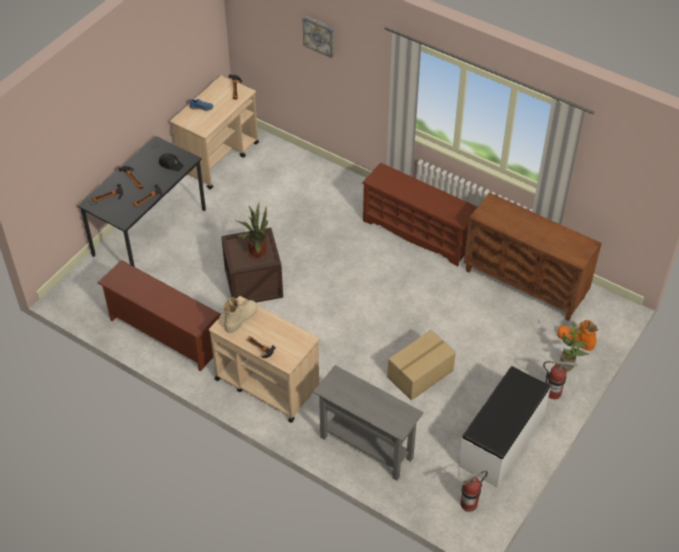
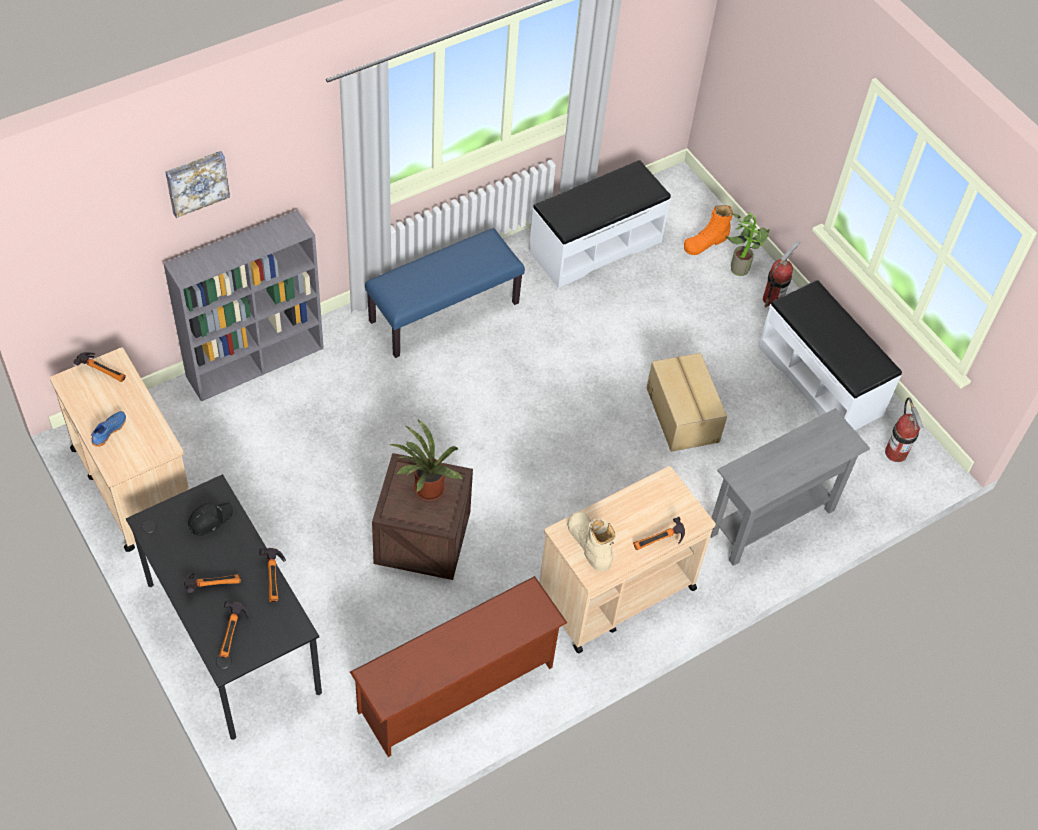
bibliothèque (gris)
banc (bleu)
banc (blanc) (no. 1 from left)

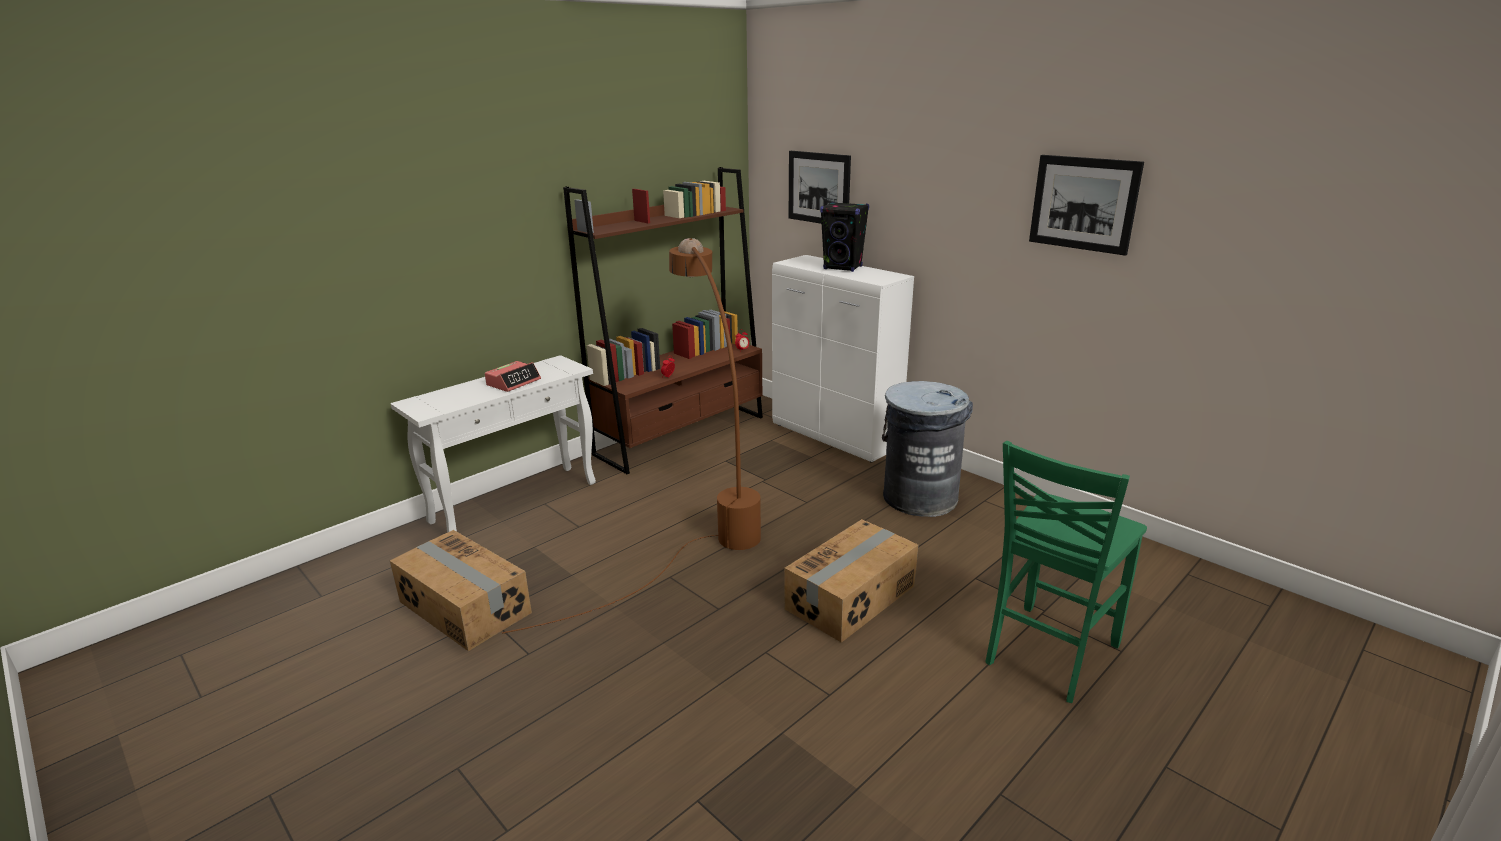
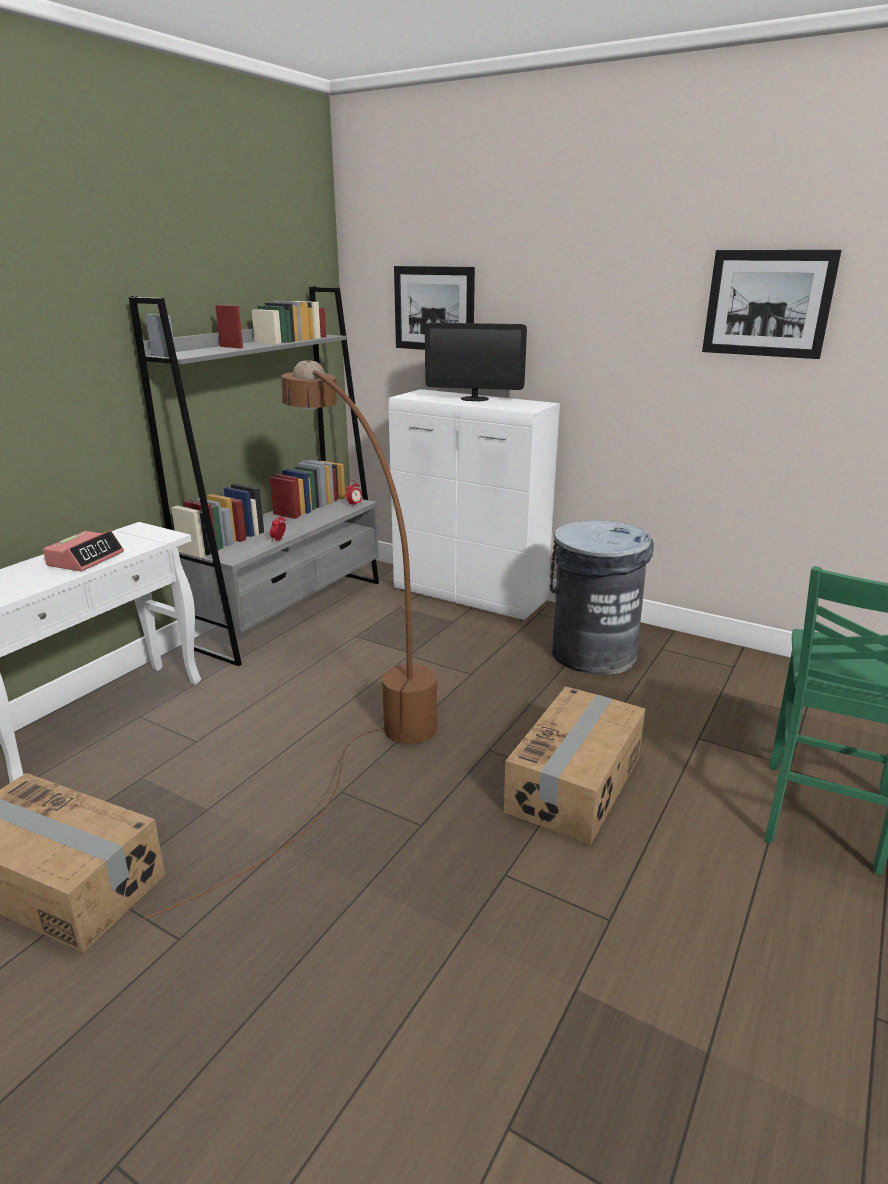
bibliothèque (gris)
écran d'ordinateur

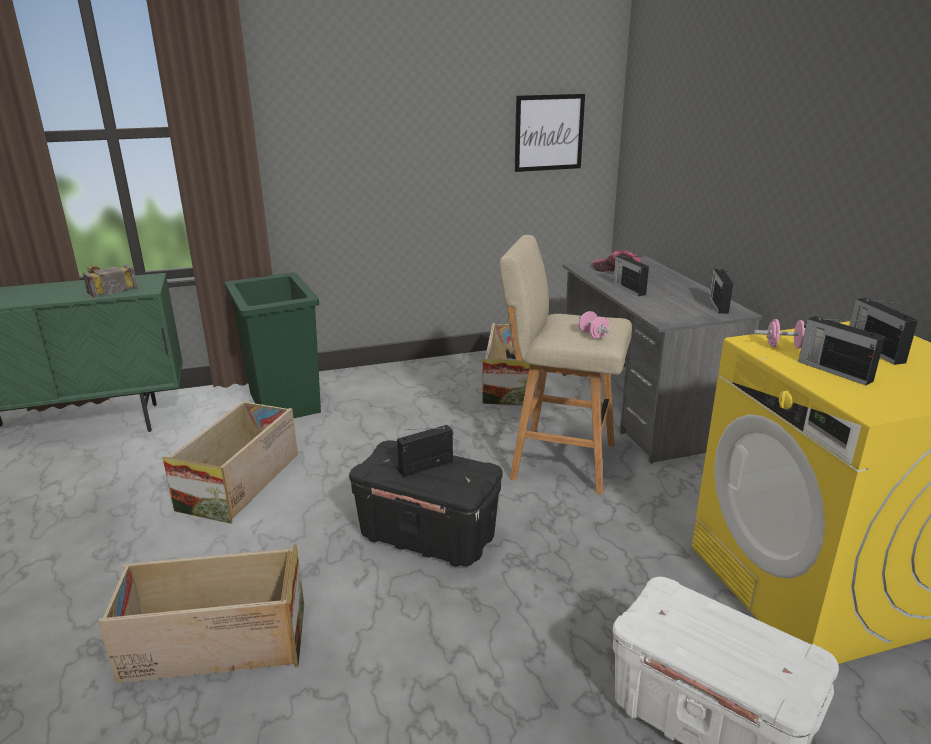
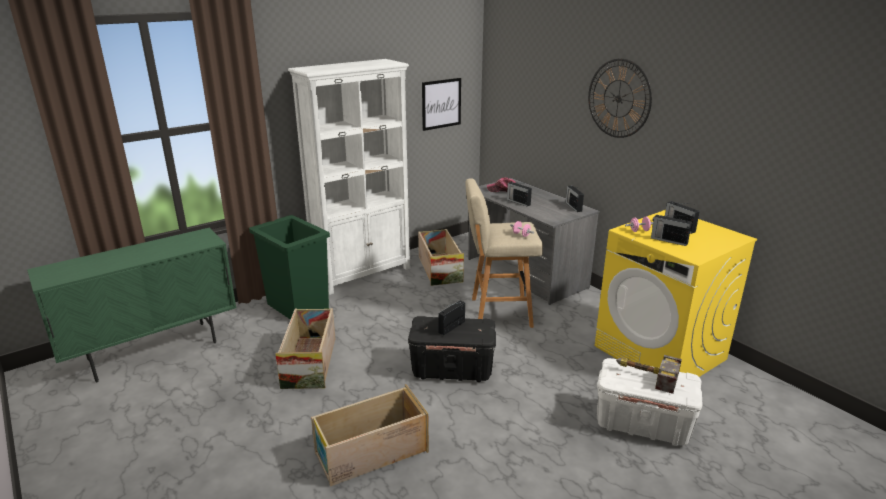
bibliothèque (blanc)
horloge murale
marteau

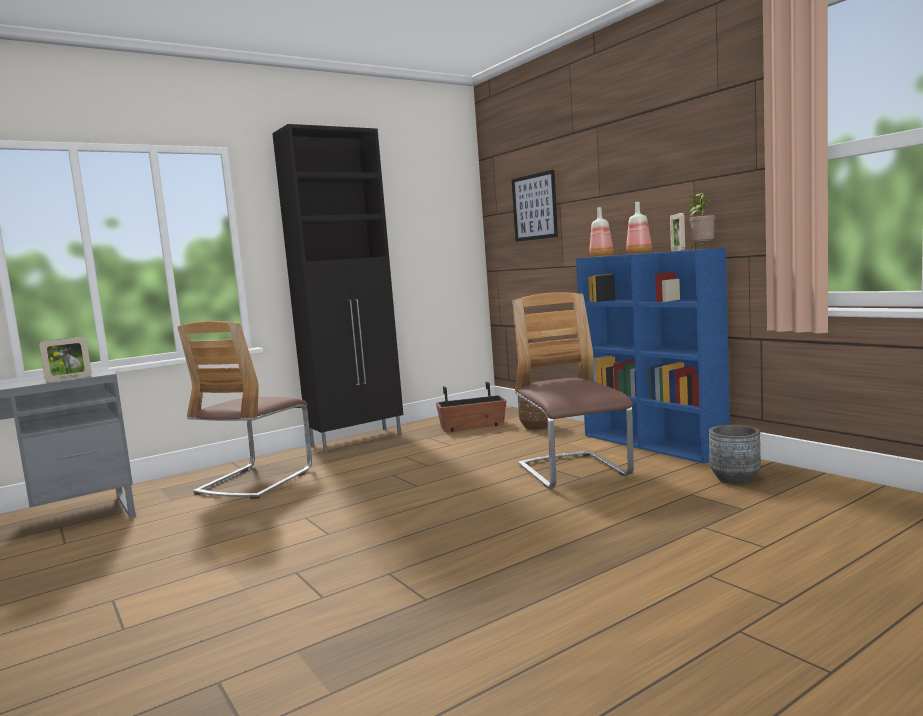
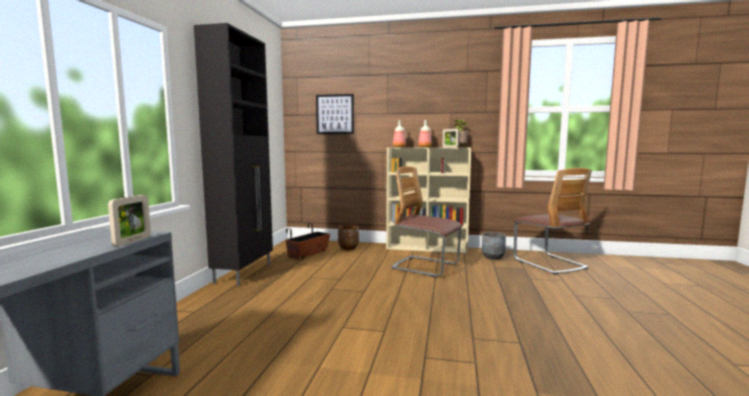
bibliothèque (beige)
chaise (no. 2 from left)

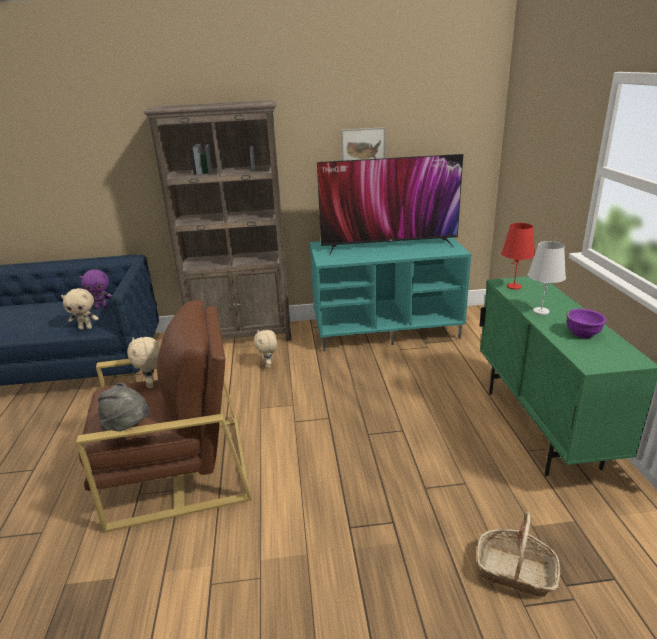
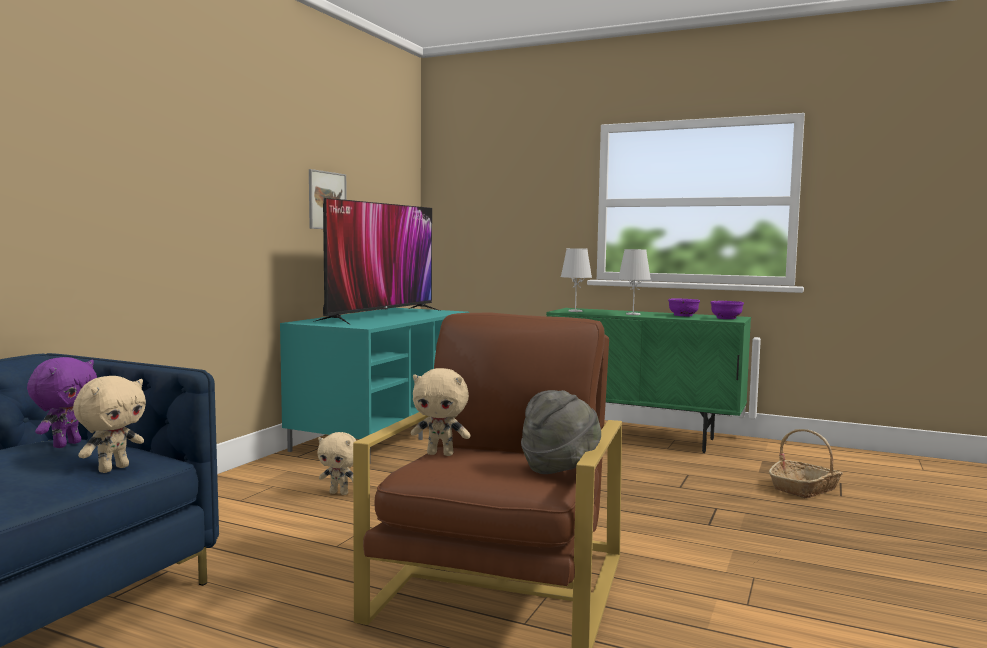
lampe de table (blanc) (no. 1 from left)
bol (violet) (no. 2 from left)
bibliothèque (marron)

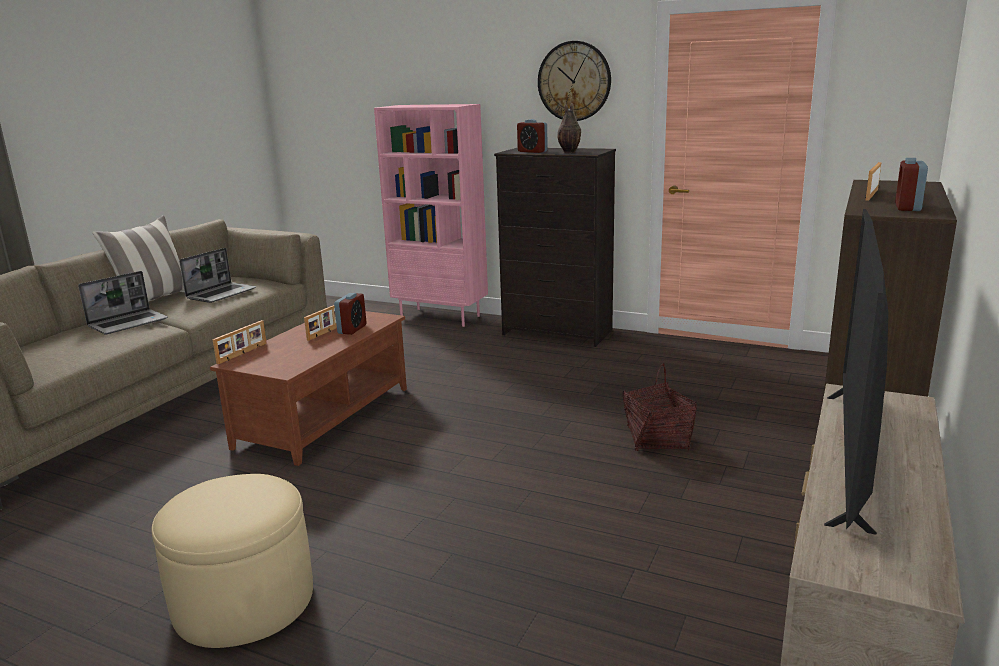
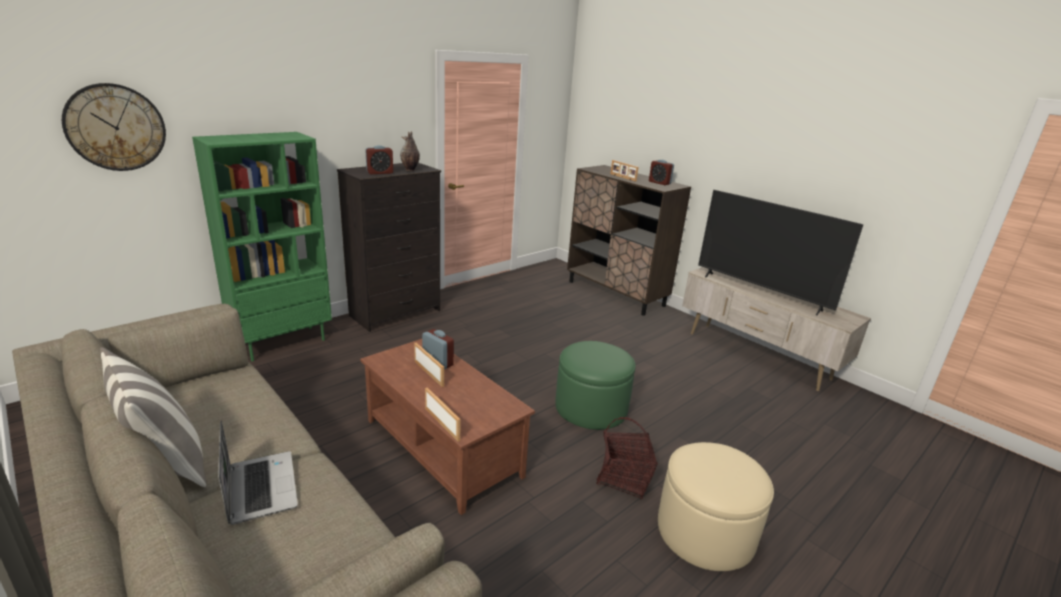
horloge murale
bibliothèque (vert)
pouf (vert)
panier
ordinateur portable (no. 2 from left in the first image)

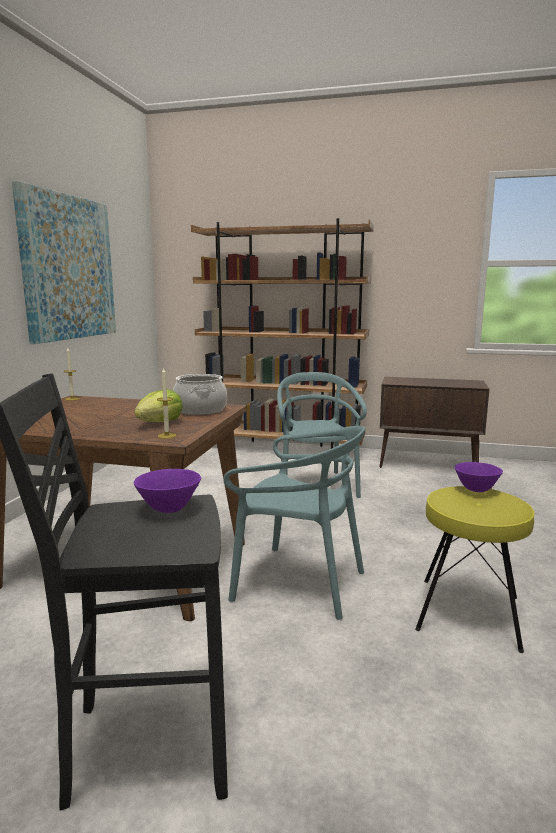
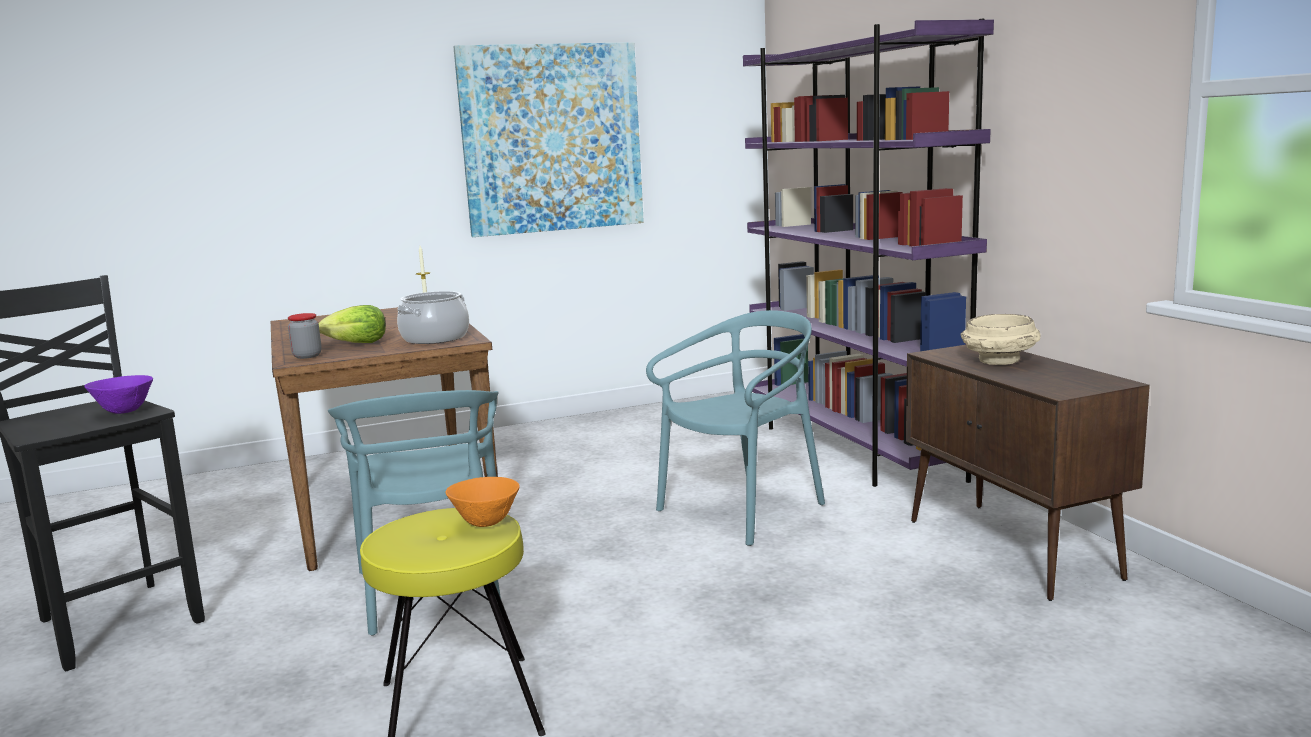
bocal
bol (orange)
bibliothèque (violet)
bol (beige)

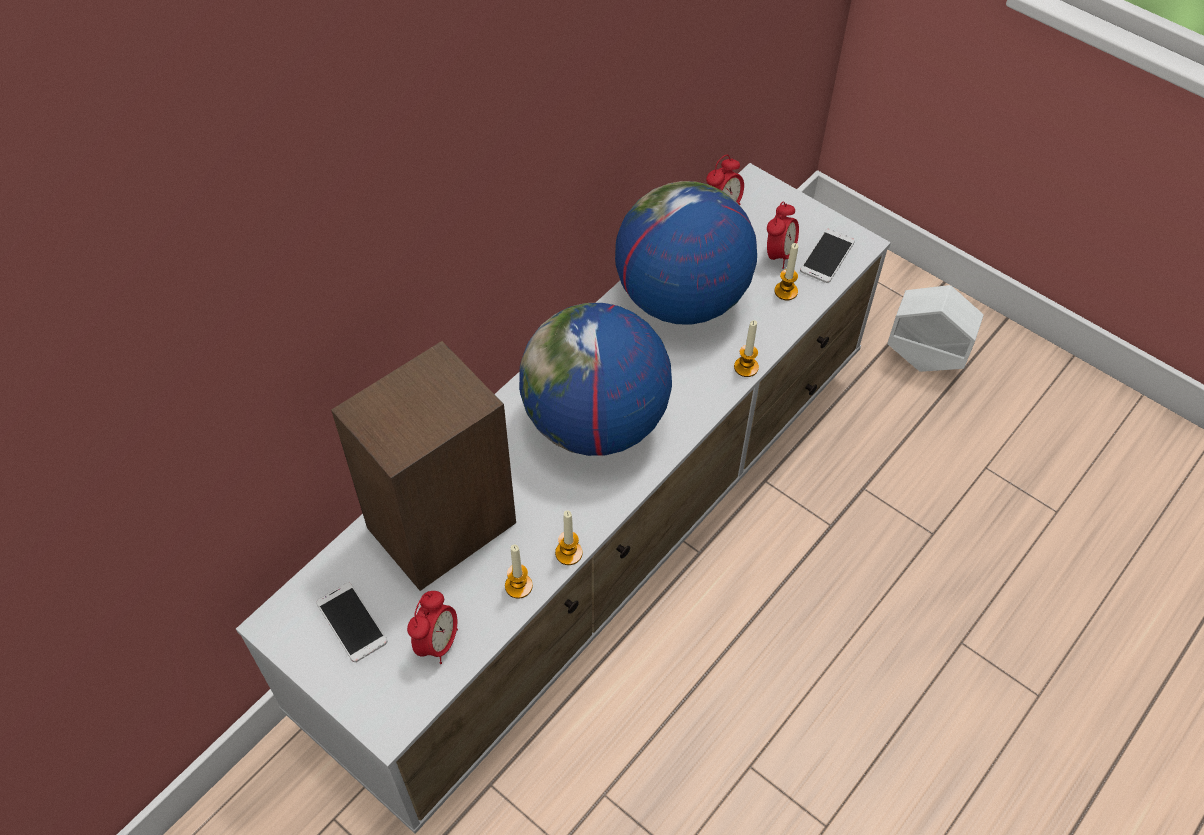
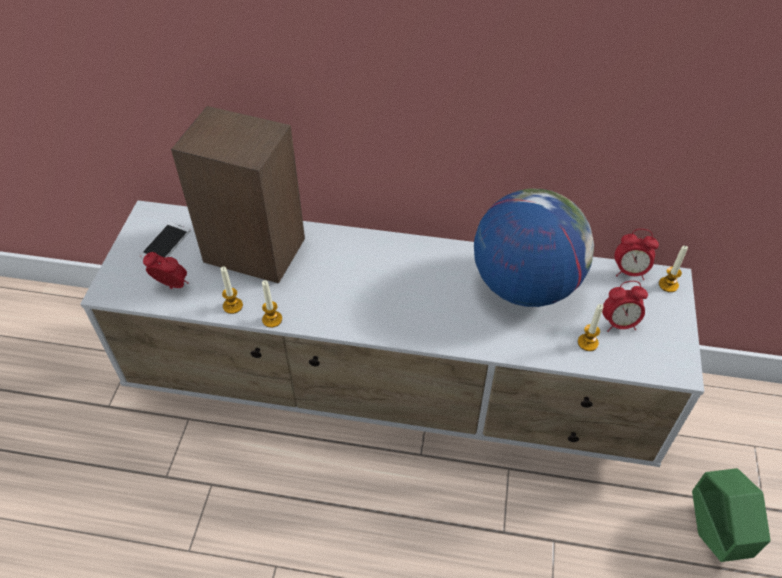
réveil (no. 1 from left)
bougie (no. 4 from left)
cache-pot (vert)
globe (no. 1 from left in the first image)
téléphone (no. 2 from left in the first image)

